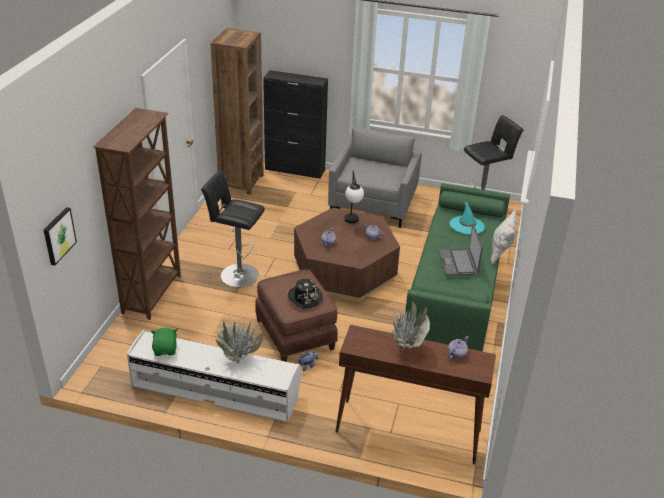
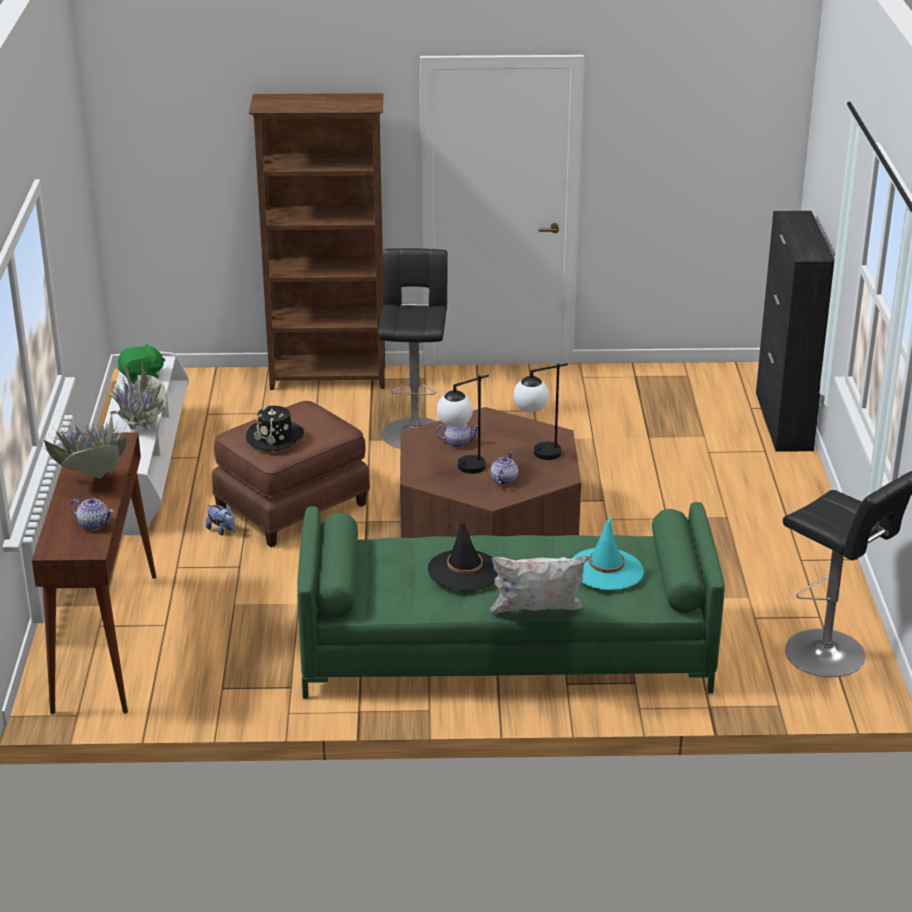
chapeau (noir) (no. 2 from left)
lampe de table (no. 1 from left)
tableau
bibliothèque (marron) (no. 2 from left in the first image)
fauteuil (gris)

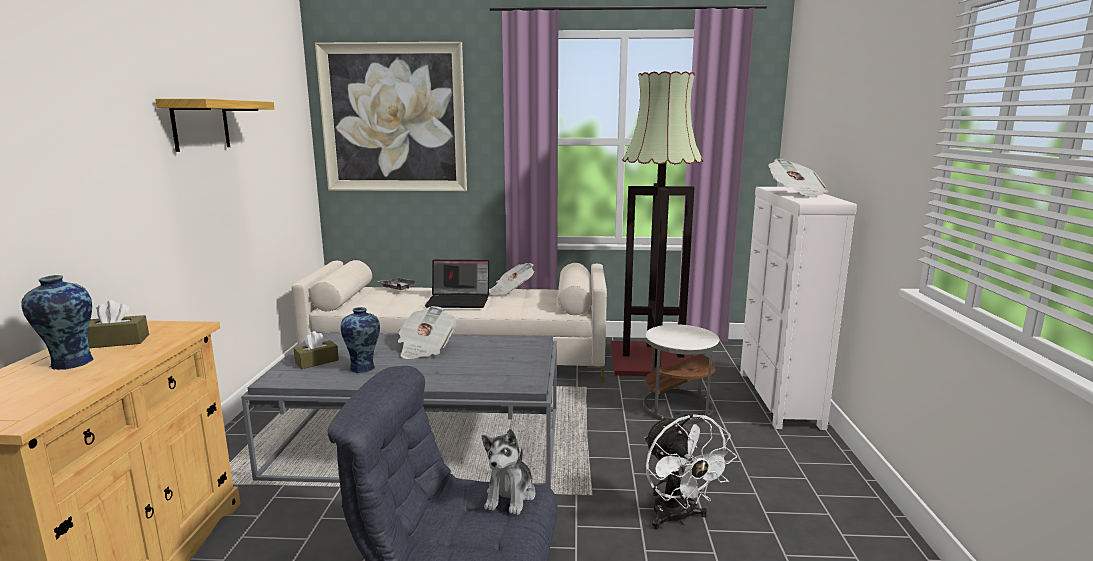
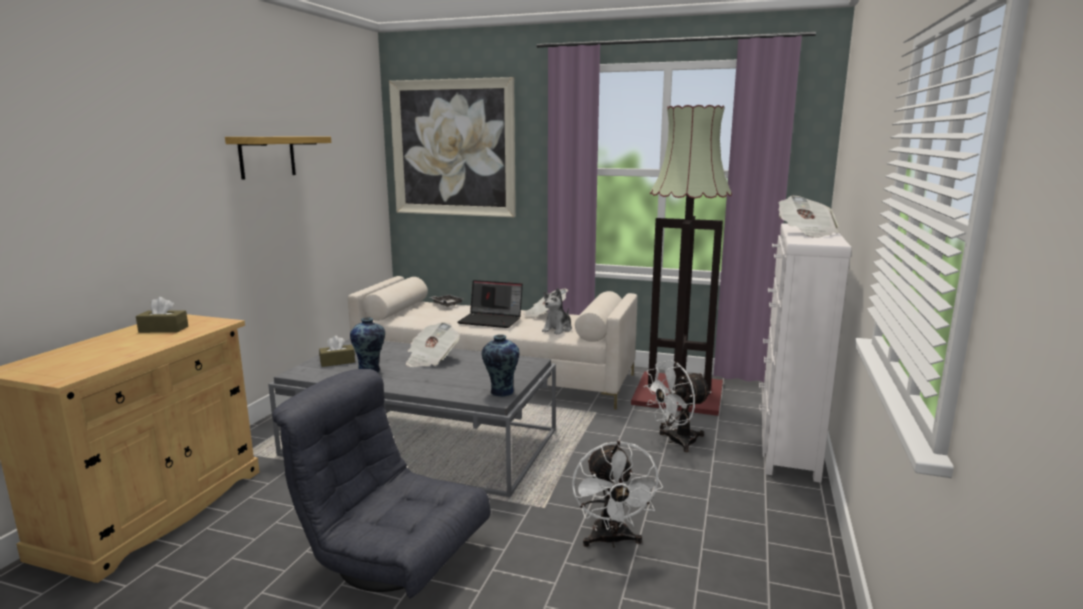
vase (no. 2 from left)
peluche
ventilateur (blanc) (no. 2 from left)

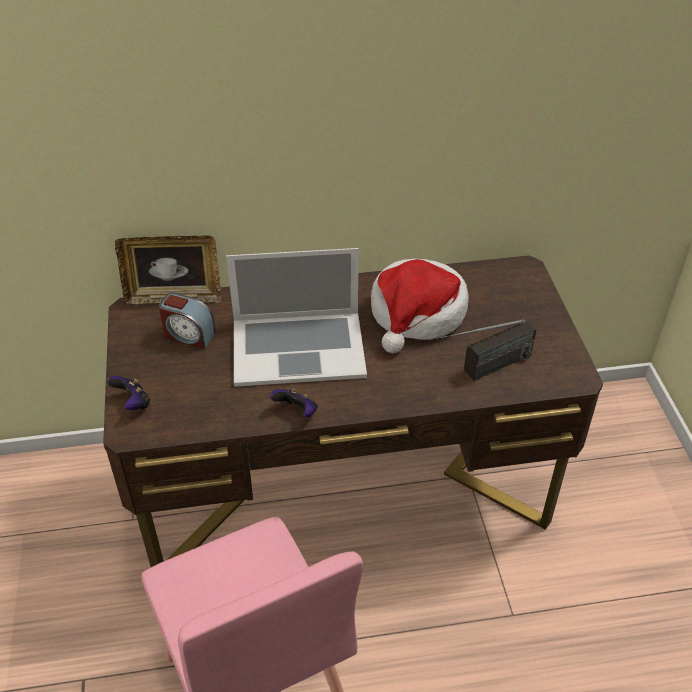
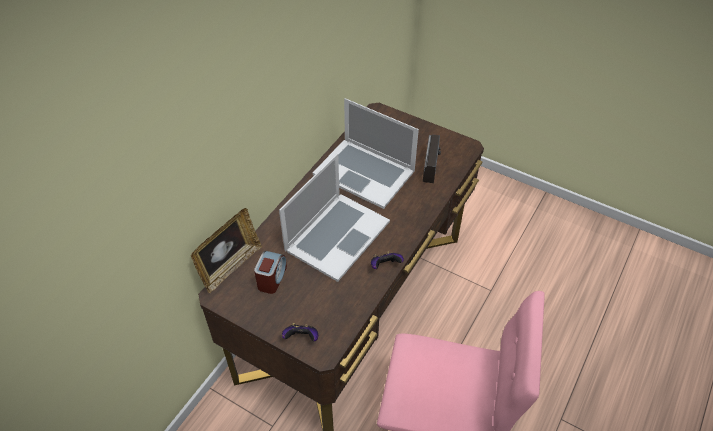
réveil
ordinateur portable (no. 2 from left)

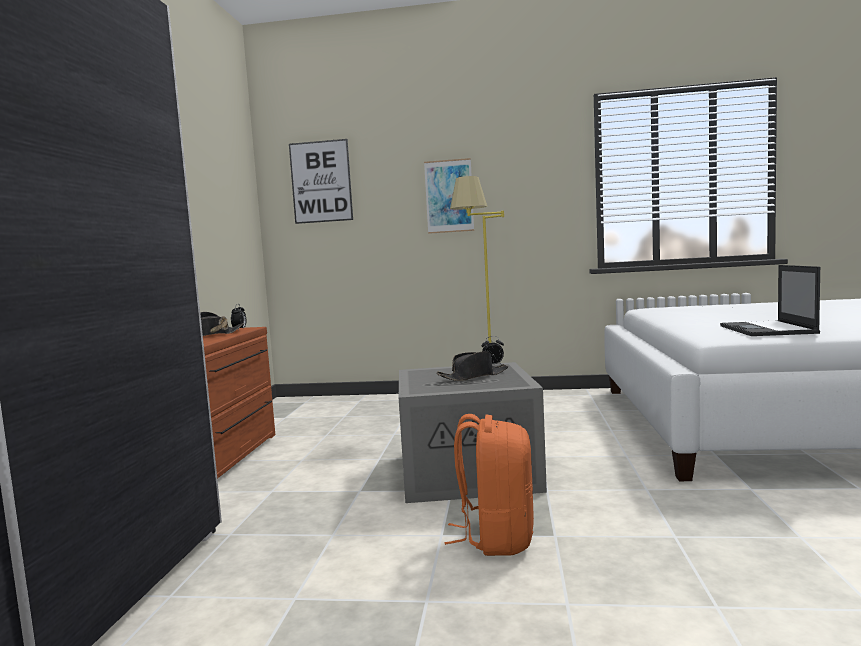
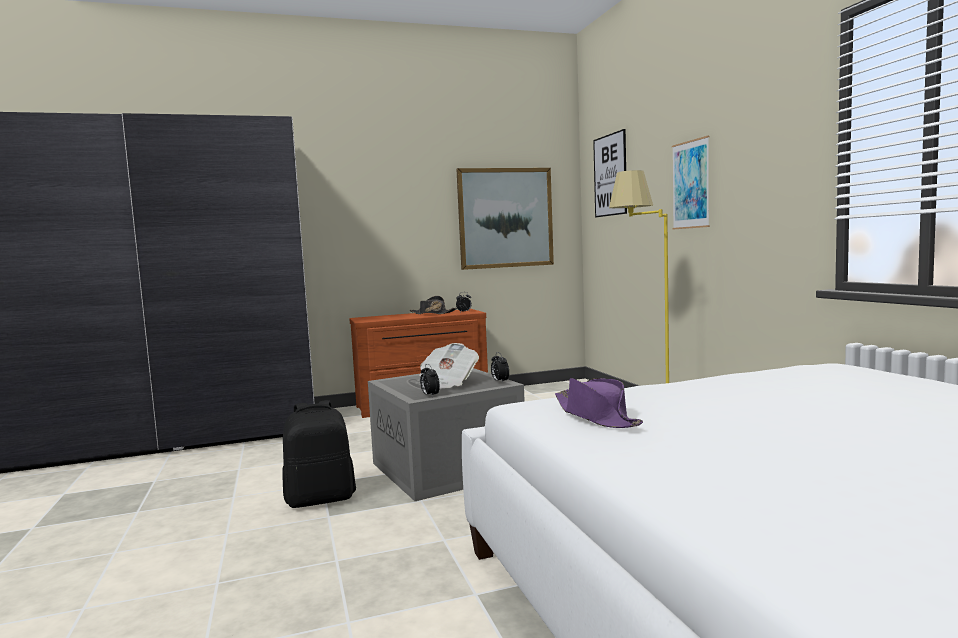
sac à dos (noir)
journal
réveil (no. 1 from left)
tableau (no. 1 from left)
chapeau (violet)

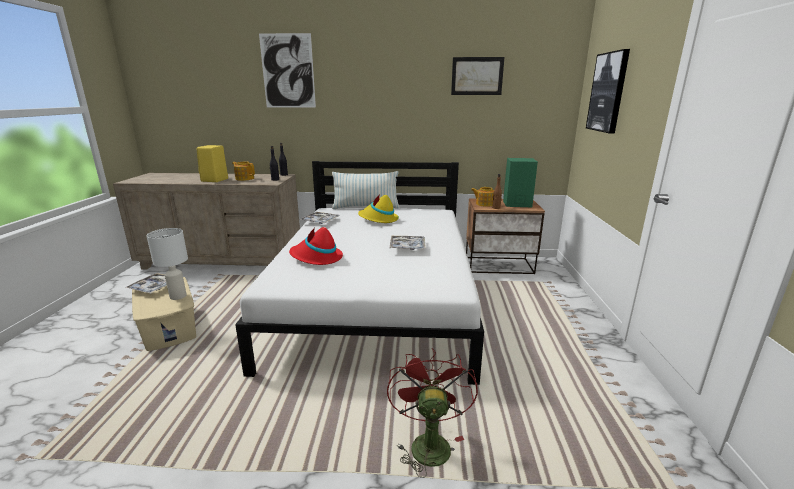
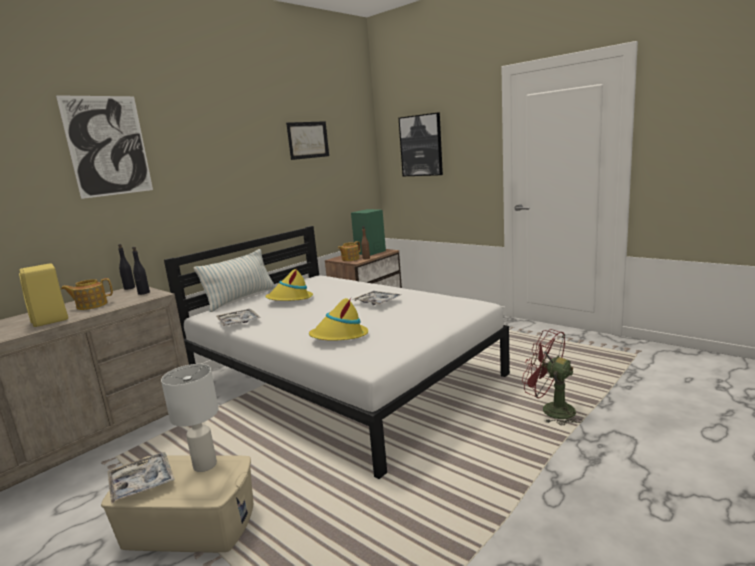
chapeau (jaune) (no. 2 from left)

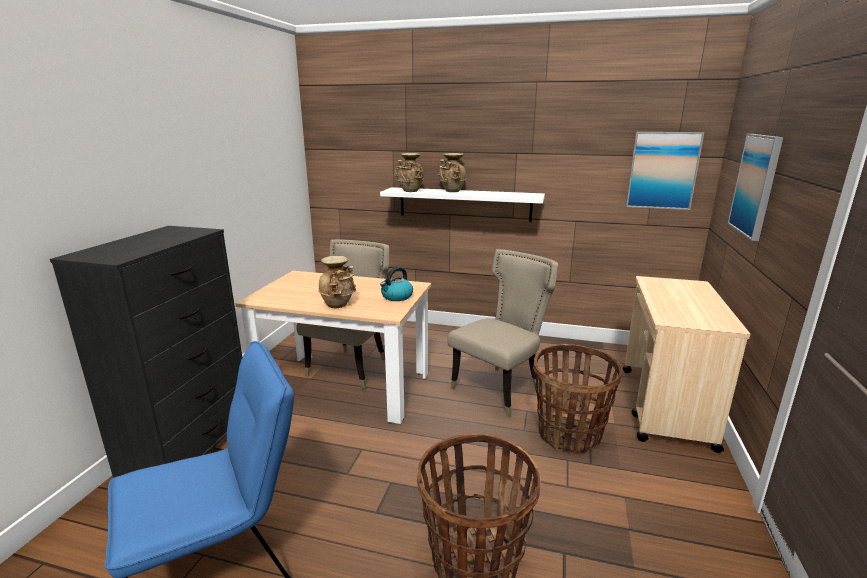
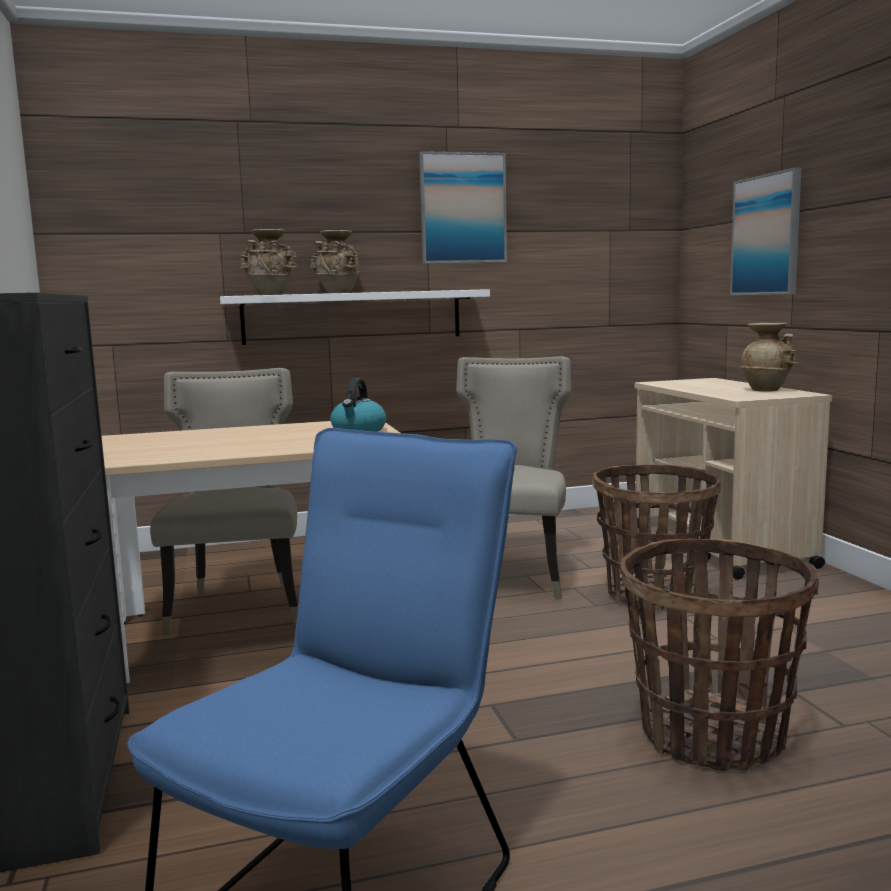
tableau (no. 1 from left)
vase (beige) (no. 3 from left)

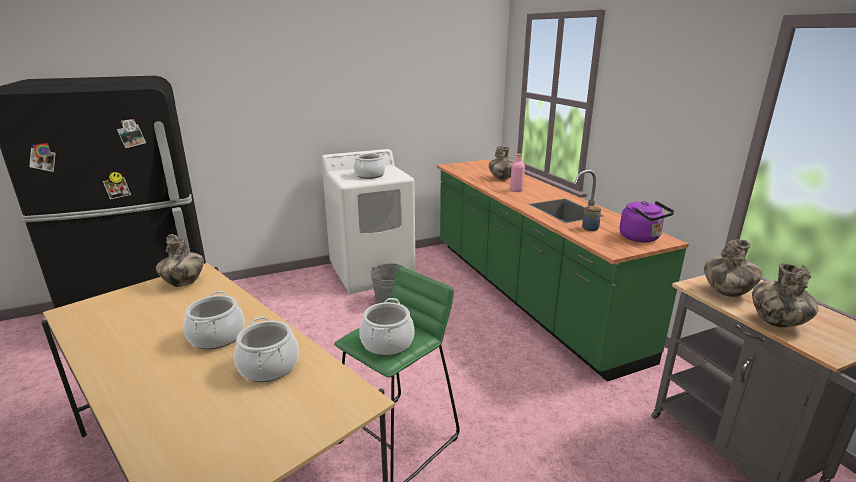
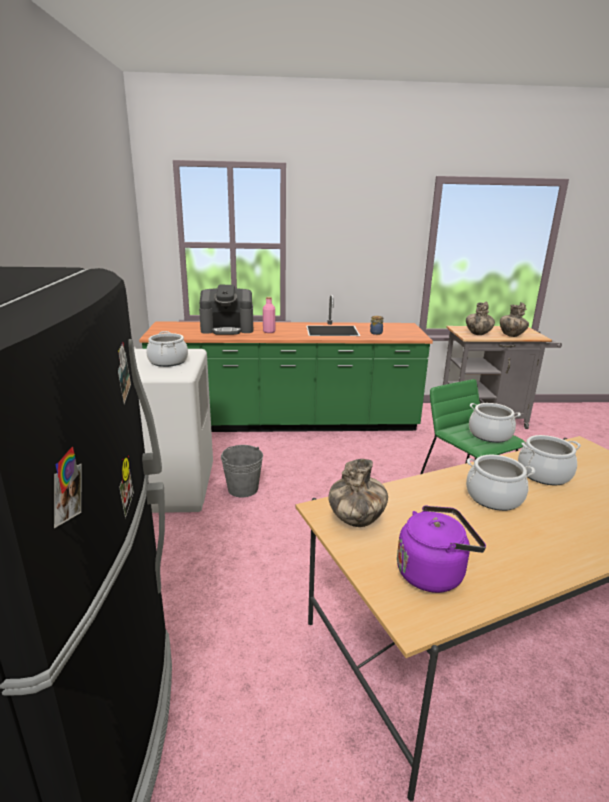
machine à café
bouilloire (violet)

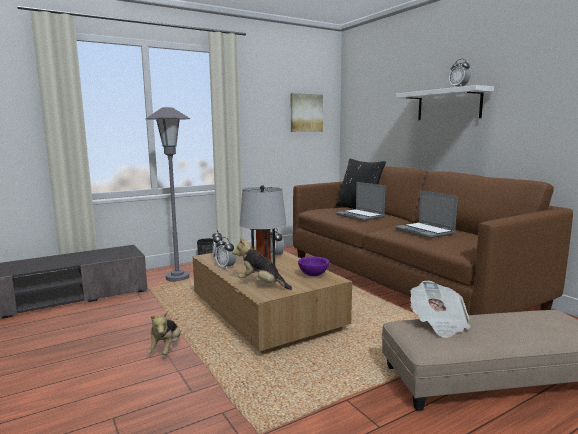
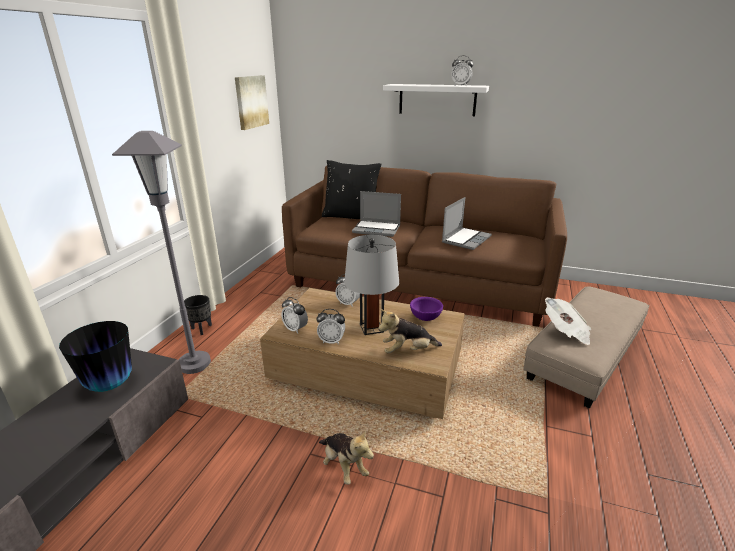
vase
ordinateur portable (no. 2 from left)

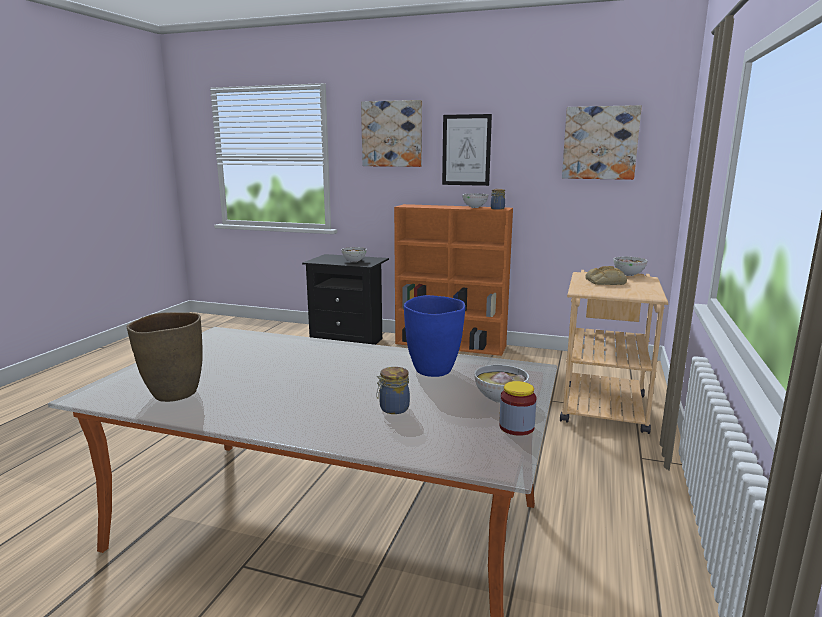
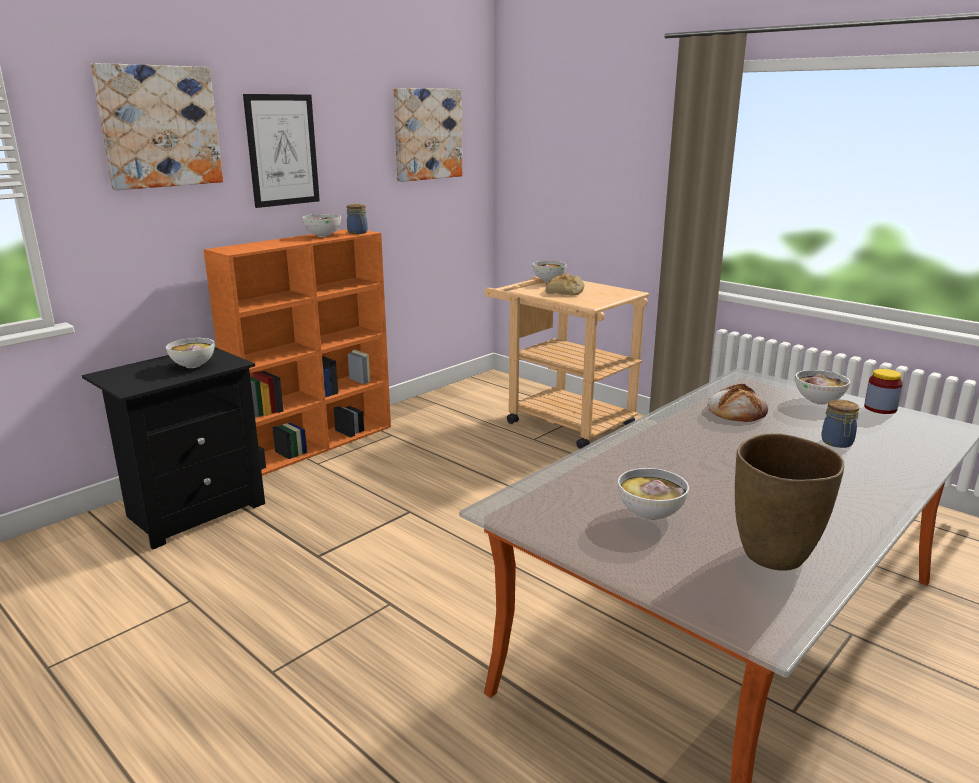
bol (no. 4 from left)
pain (no. 2 from left)

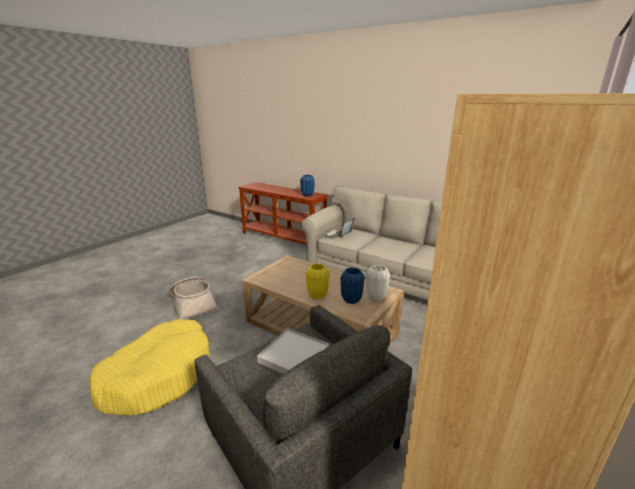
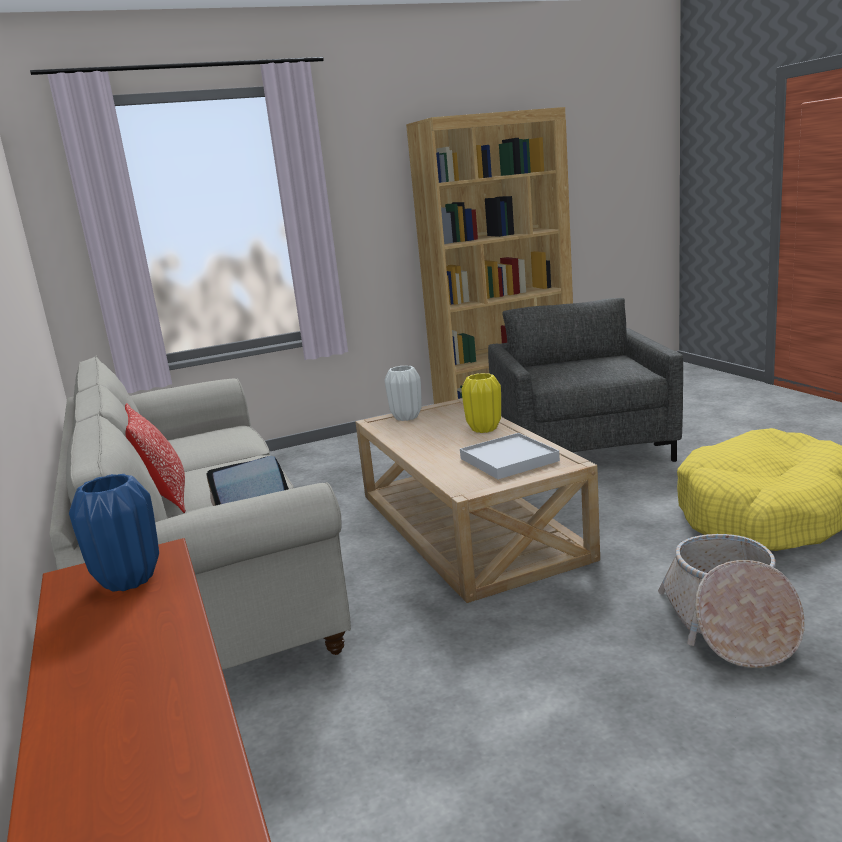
coussin
plateau (blanc)
vase (bleu) (no. 2 from left in the first image)

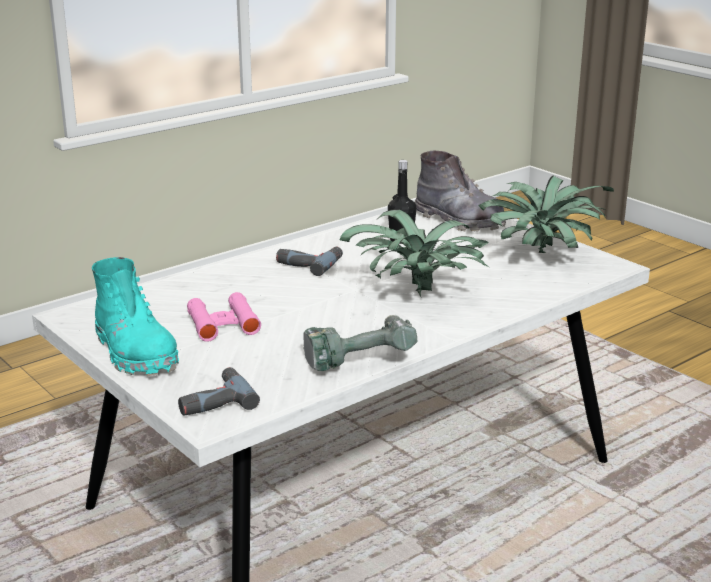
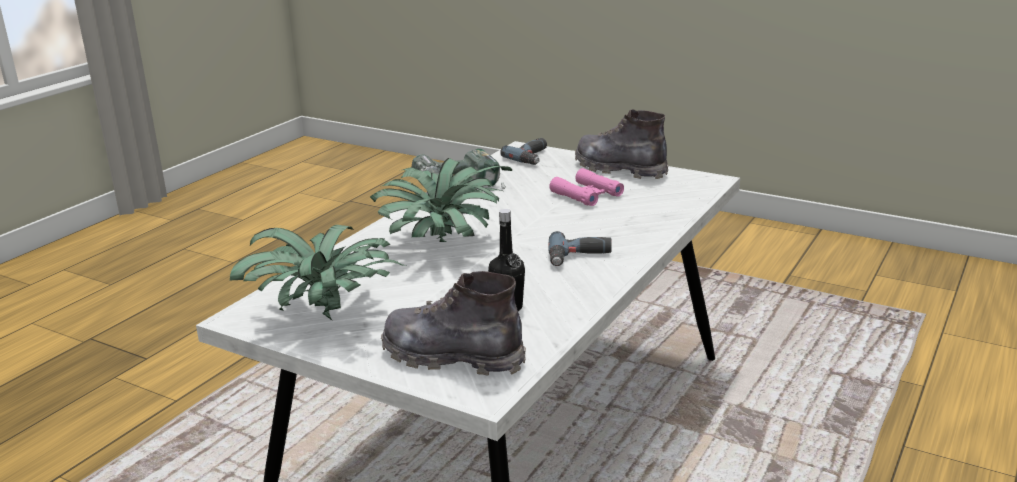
botte (gris) (no. 2 from left)

